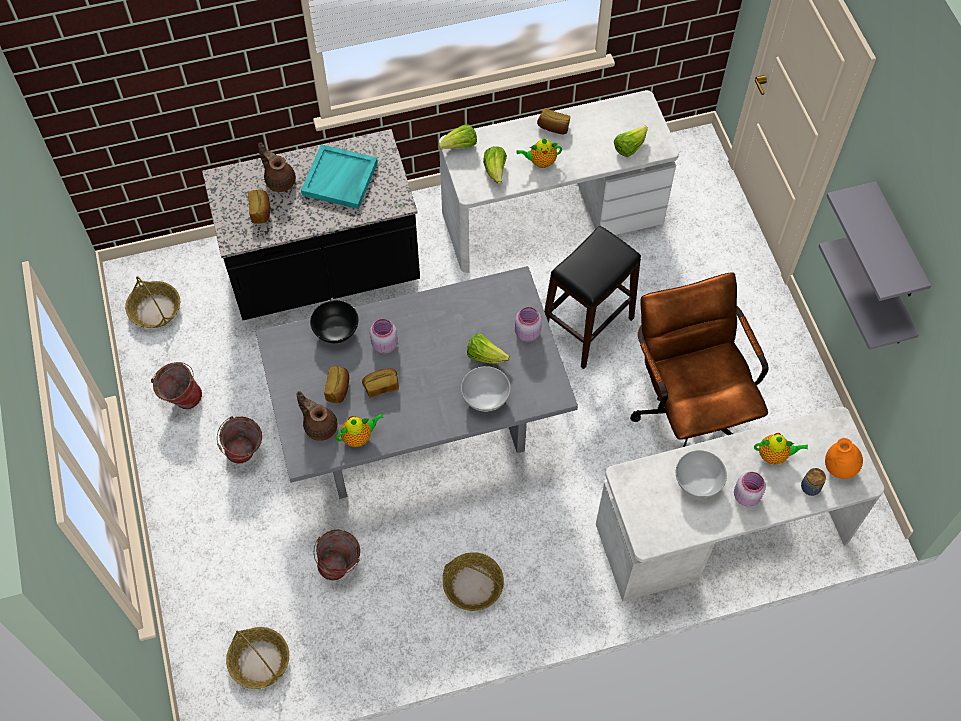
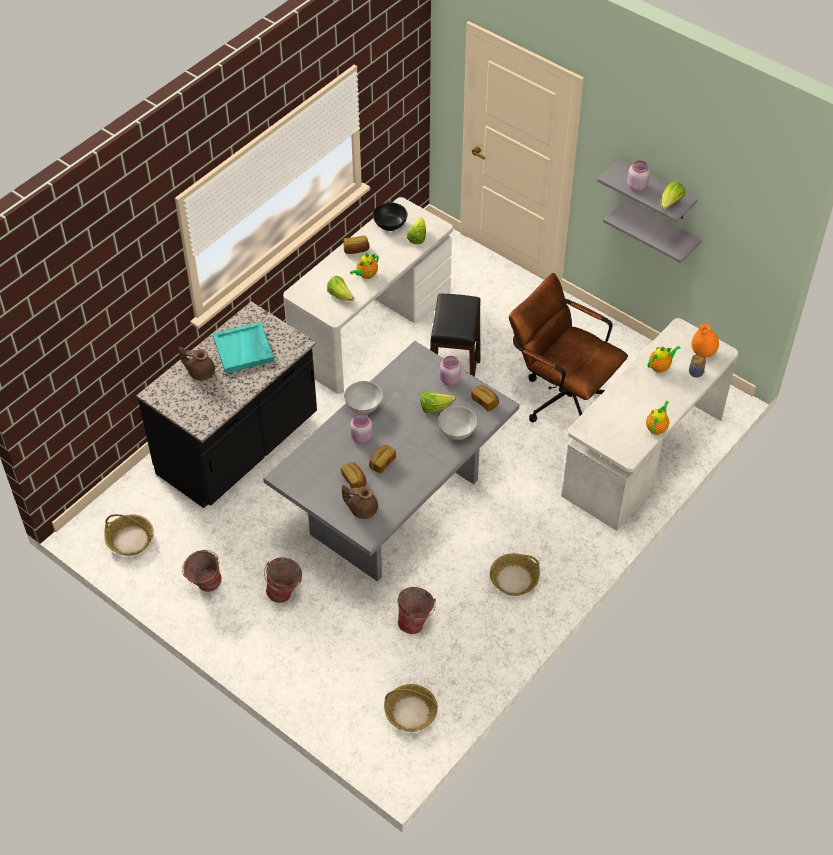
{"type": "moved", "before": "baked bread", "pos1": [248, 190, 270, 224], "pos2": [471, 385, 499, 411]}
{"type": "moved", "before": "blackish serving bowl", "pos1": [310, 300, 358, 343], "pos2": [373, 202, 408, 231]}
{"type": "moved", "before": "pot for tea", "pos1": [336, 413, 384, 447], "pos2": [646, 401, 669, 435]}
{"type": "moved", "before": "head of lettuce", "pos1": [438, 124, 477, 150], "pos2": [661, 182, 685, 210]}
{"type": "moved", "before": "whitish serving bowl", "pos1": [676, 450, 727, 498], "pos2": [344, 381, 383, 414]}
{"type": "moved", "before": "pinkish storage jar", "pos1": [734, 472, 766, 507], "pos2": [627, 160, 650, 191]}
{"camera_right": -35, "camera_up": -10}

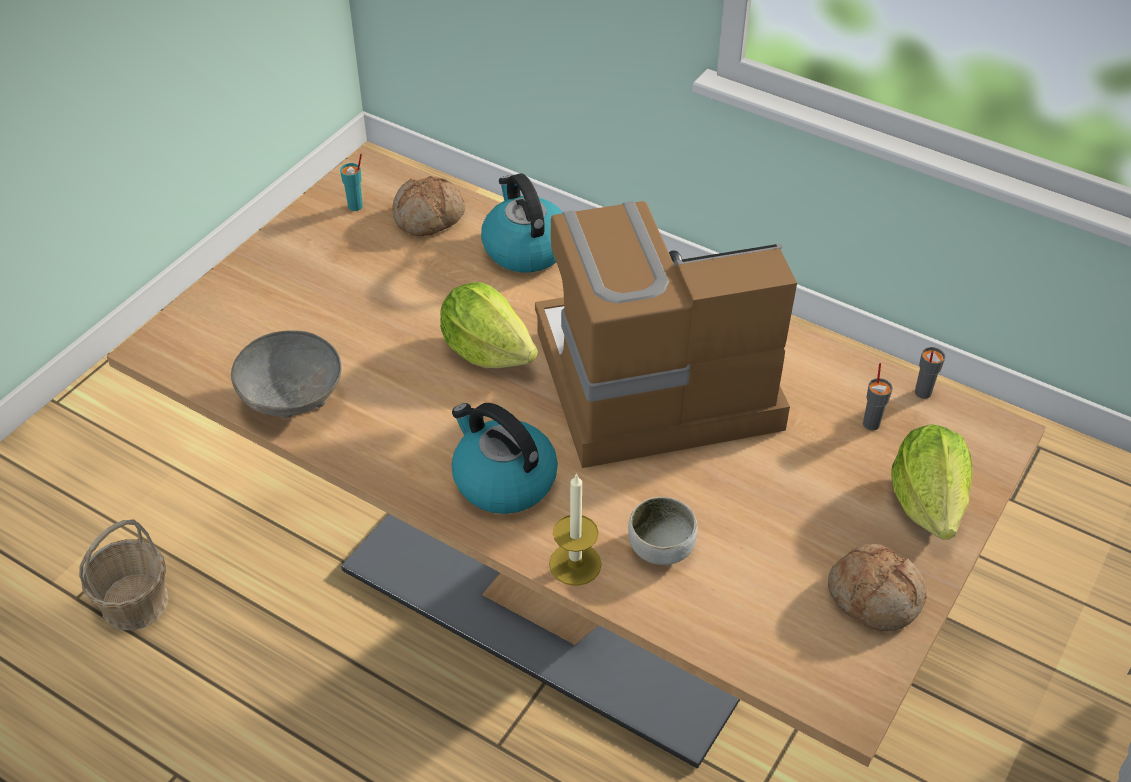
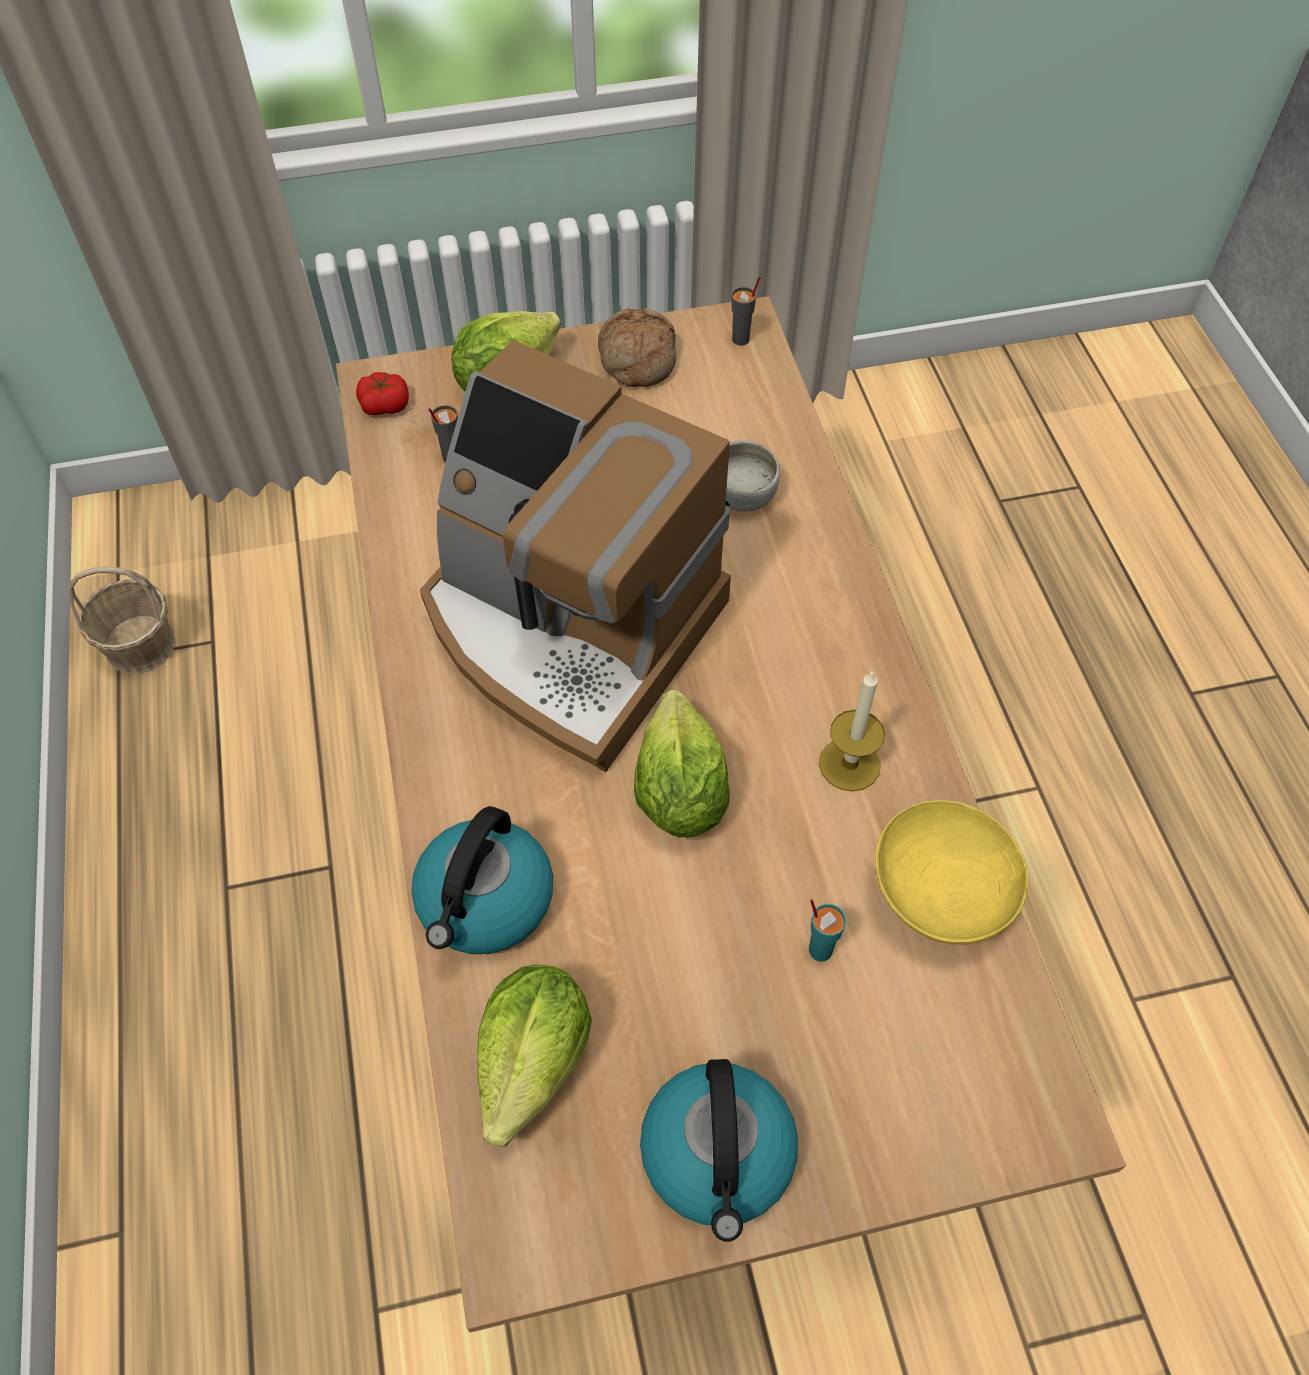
{"type": "added", "after": "tomato", "pos2": [356, 372, 409, 415]}
{"type": "moved", "before": "household basket", "pos1": [79, 519, 169, 631], "pos2": [68, 567, 175, 674]}
{"type": "moved", "before": "turquoise-coloured drinking cup", "pos1": [340, 154, 363, 211], "pos2": [809, 899, 846, 961]}
{"type": "moved", "before": "tea kettle", "pos1": [451, 403, 558, 514], "pos2": [640, 1059, 798, 1242]}
{"type": "moved", "before": "wax light", "pos1": [549, 473, 602, 586], "pos2": [819, 670, 885, 792]}
{"type": "moved", "before": "grey drinking cup", "pos1": [915, 347, 946, 399], "pos2": [731, 276, 761, 346]}
{"type": "replaced", "before": "baked bread", "after": "head of lettuce", "pos1": [392, 176, 465, 236], "pos2": [477, 965, 592, 1147]}
{"type": "recoloured", "before": "grey serving bowl", "after": "yellow serving bowl", "pos1": [231, 330, 342, 418], "pos2": [875, 800, 1029, 944]}
{"camera_right": -135, "camera_up": 10}

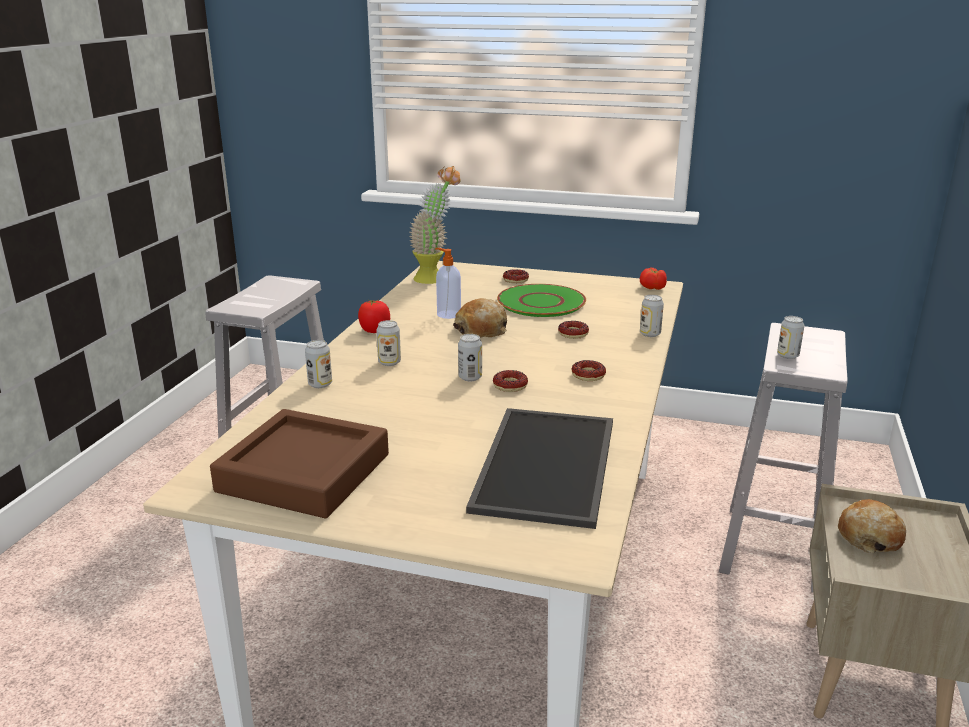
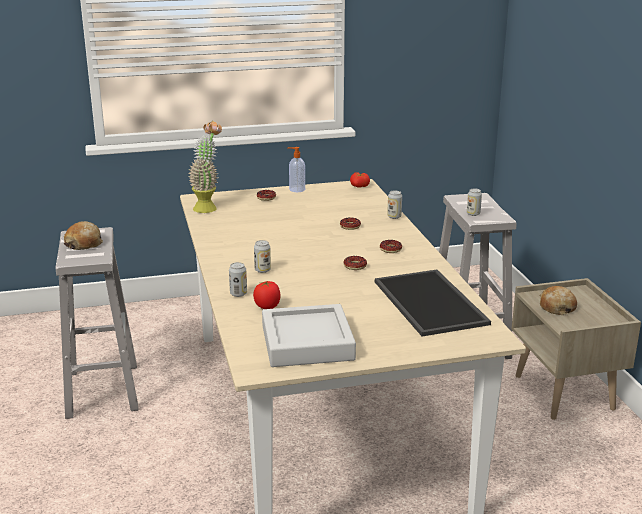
{"type": "removed", "before": "sealed can", "pos1": [458, 334, 482, 381]}
{"type": "removed", "before": "green dinner plate", "pos1": [497, 284, 586, 317]}
{"type": "moved", "before": "tomato", "pos1": [358, 300, 390, 333], "pos2": [253, 280, 281, 309]}
{"type": "moved", "before": "soap bottle", "pos1": [435, 248, 461, 319], "pos2": [287, 147, 305, 192]}
{"type": "moved", "before": "baked bread", "pos1": [453, 298, 507, 338], "pos2": [64, 221, 103, 250]}
{"type": "recoloured", "before": "brownish carrying tray", "after": "grey carrying tray", "pos1": [210, 409, 389, 518], "pos2": [262, 304, 356, 367]}
{"camera_right": -30, "camera_up": 0}

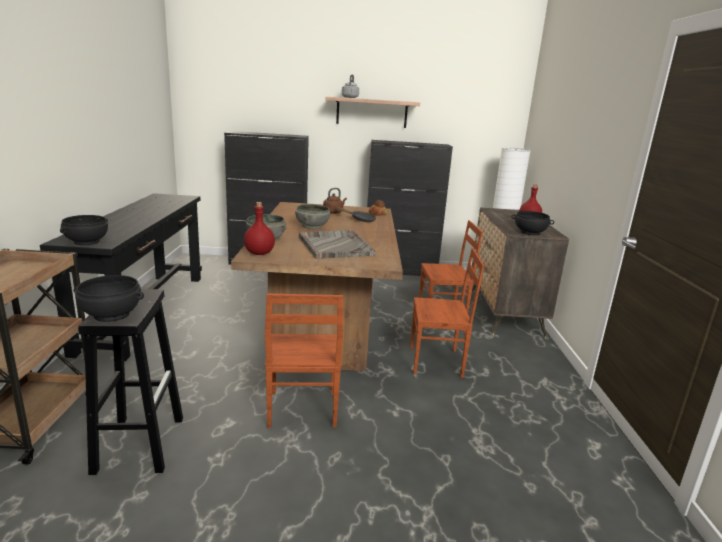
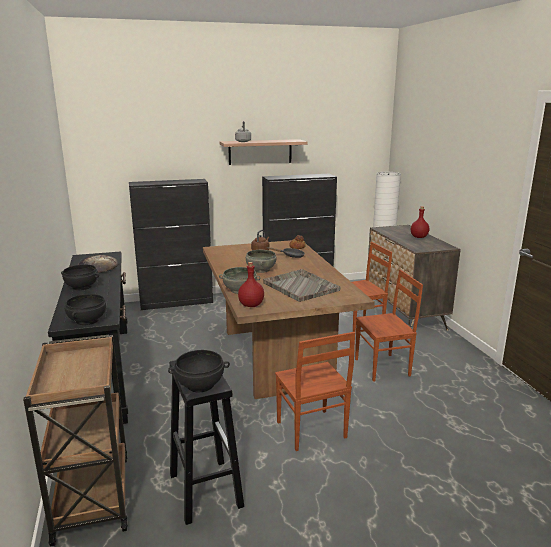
{"type": "added", "after": "baked bread", "pos2": [78, 255, 118, 273]}
{"type": "moved", "before": "blackish serving bowl", "pos1": [511, 211, 554, 235], "pos2": [61, 265, 99, 290]}
{"camera_right": -15, "camera_up": 0}

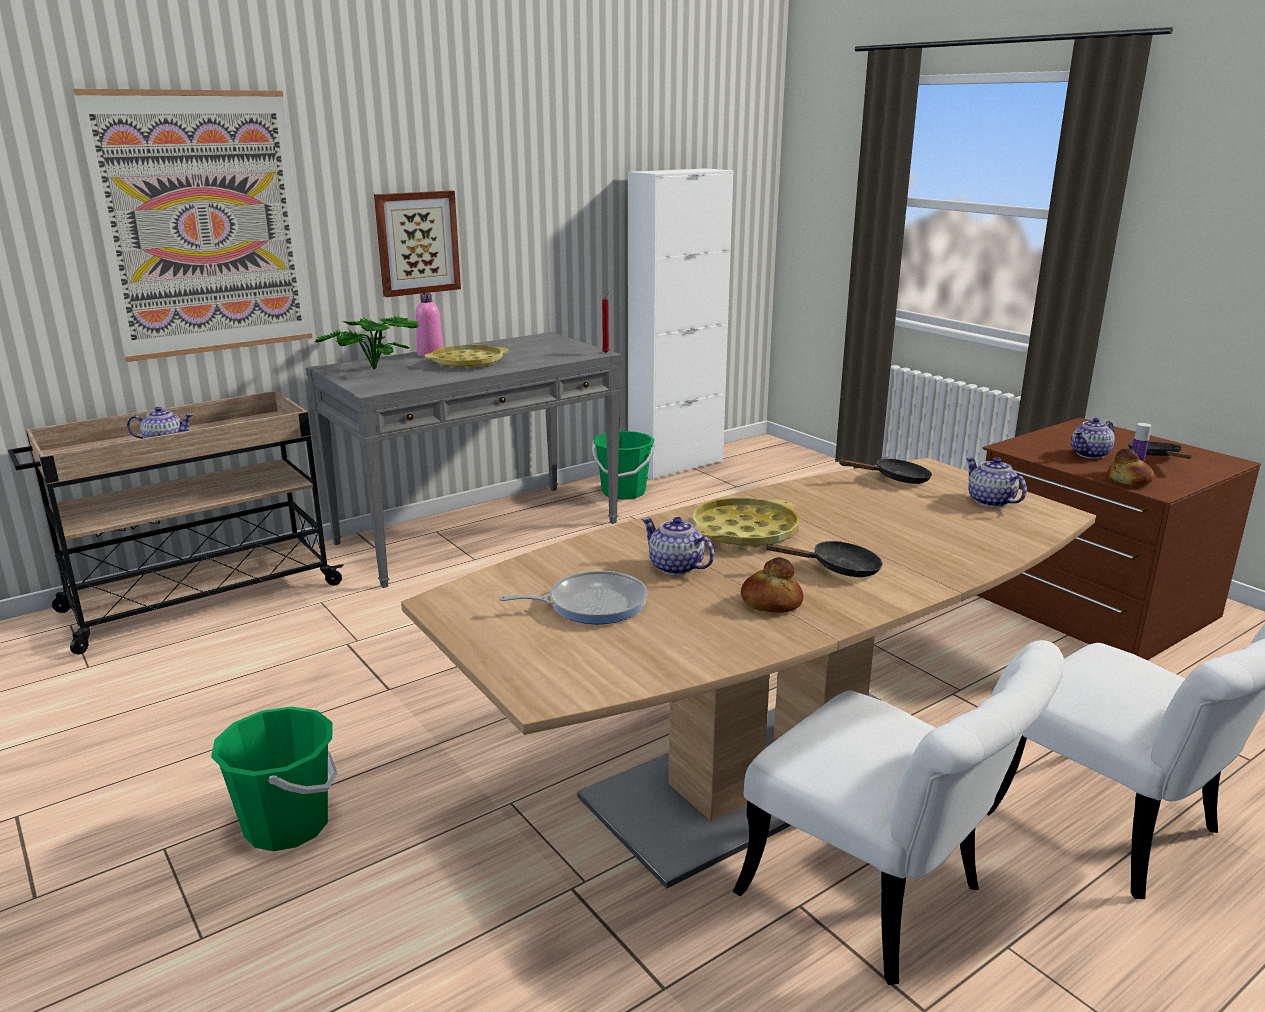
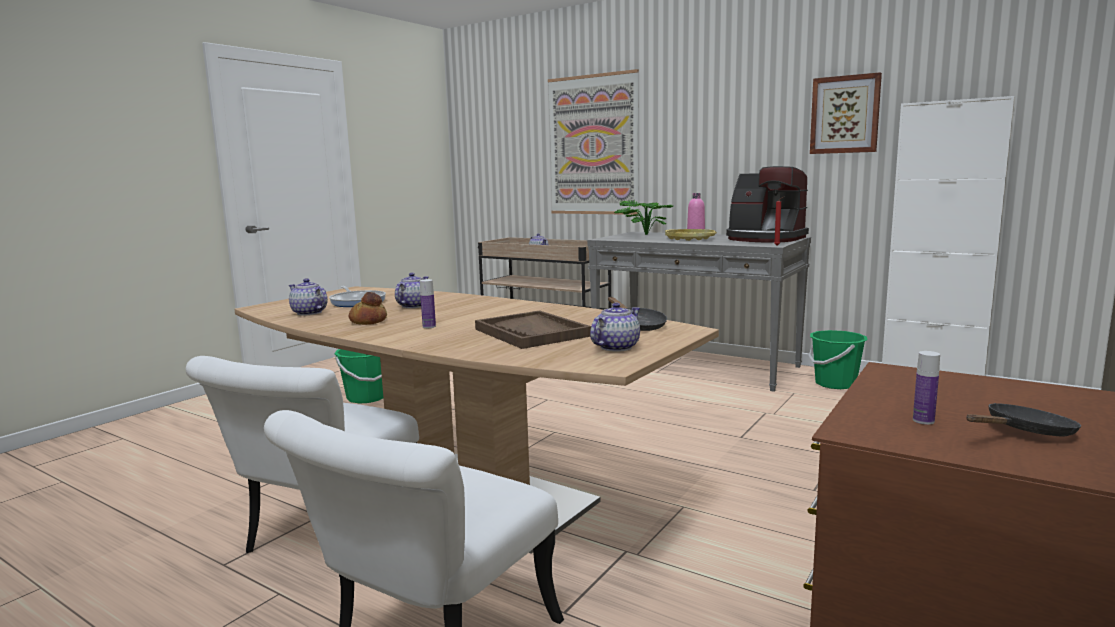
{"type": "removed", "before": "yellow carrying tray", "pos1": [692, 498, 799, 548]}
{"type": "removed", "before": "baked bread", "pos1": [1107, 448, 1154, 485]}
{"type": "added", "after": "brownish carrying tray", "pos2": [475, 310, 591, 349]}
{"type": "added", "after": "coffee machine", "pos2": [726, 166, 809, 243]}
{"type": "moved", "before": "picture", "pos1": [374, 190, 461, 297], "pos2": [810, 72, 882, 154]}
{"type": "moved", "before": "pot for tea", "pos1": [1071, 418, 1115, 459], "pos2": [289, 278, 328, 316]}
{"type": "replaced", "before": "blackish frying pan", "after": "drink bottle", "pos1": [764, 541, 883, 577], "pos2": [420, 279, 436, 328]}
{"camera_right": 70, "camera_up": -10}

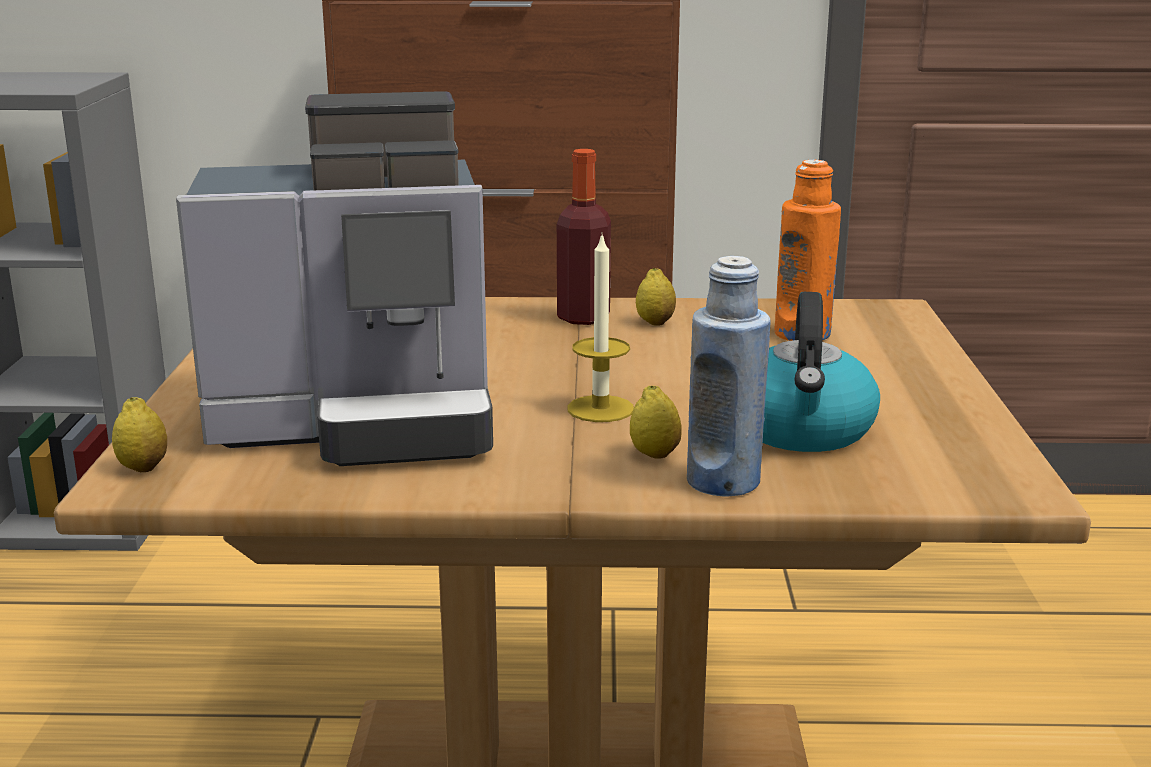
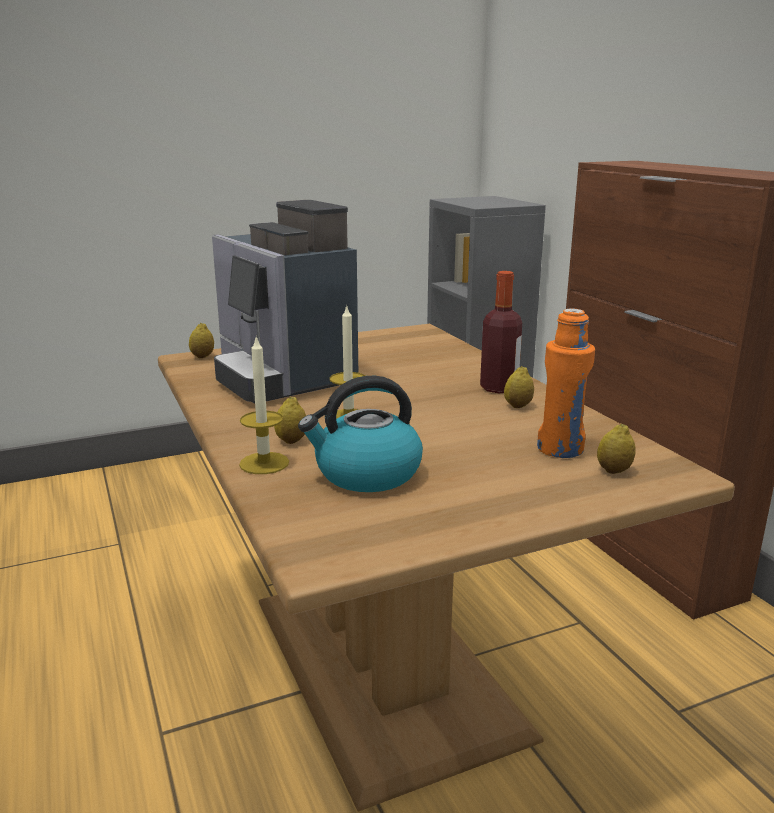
{"type": "added", "after": "lemon", "pos2": [597, 423, 636, 474]}
{"type": "replaced", "before": "bluish drink bottle", "after": "wax light", "pos1": [687, 256, 770, 497], "pos2": [239, 335, 289, 474]}
{"camera_right": 65, "camera_up": 0}

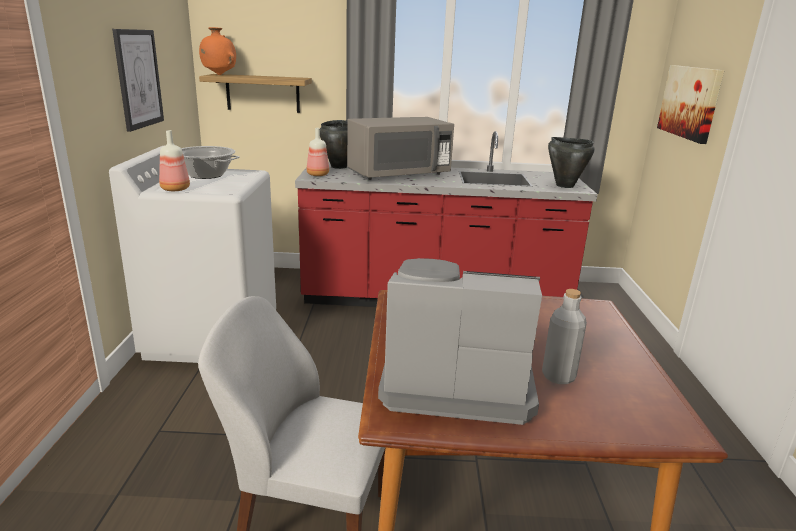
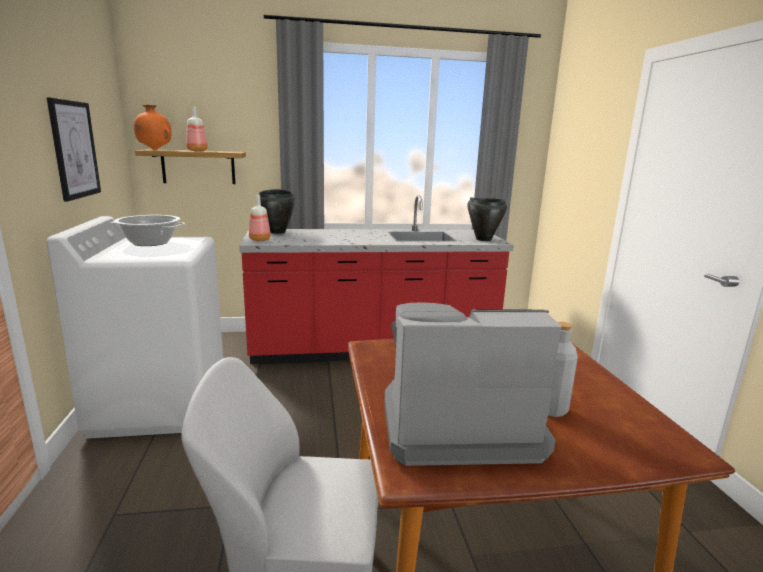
{"type": "removed", "before": "grey microwave oven", "pos1": [347, 117, 454, 180]}
{"type": "removed", "before": "picture", "pos1": [657, 65, 724, 144]}
{"type": "moved", "before": "drink bottle", "pos1": [159, 130, 190, 191], "pos2": [186, 107, 208, 151]}
{"camera_right": -10, "camera_up": -5}

